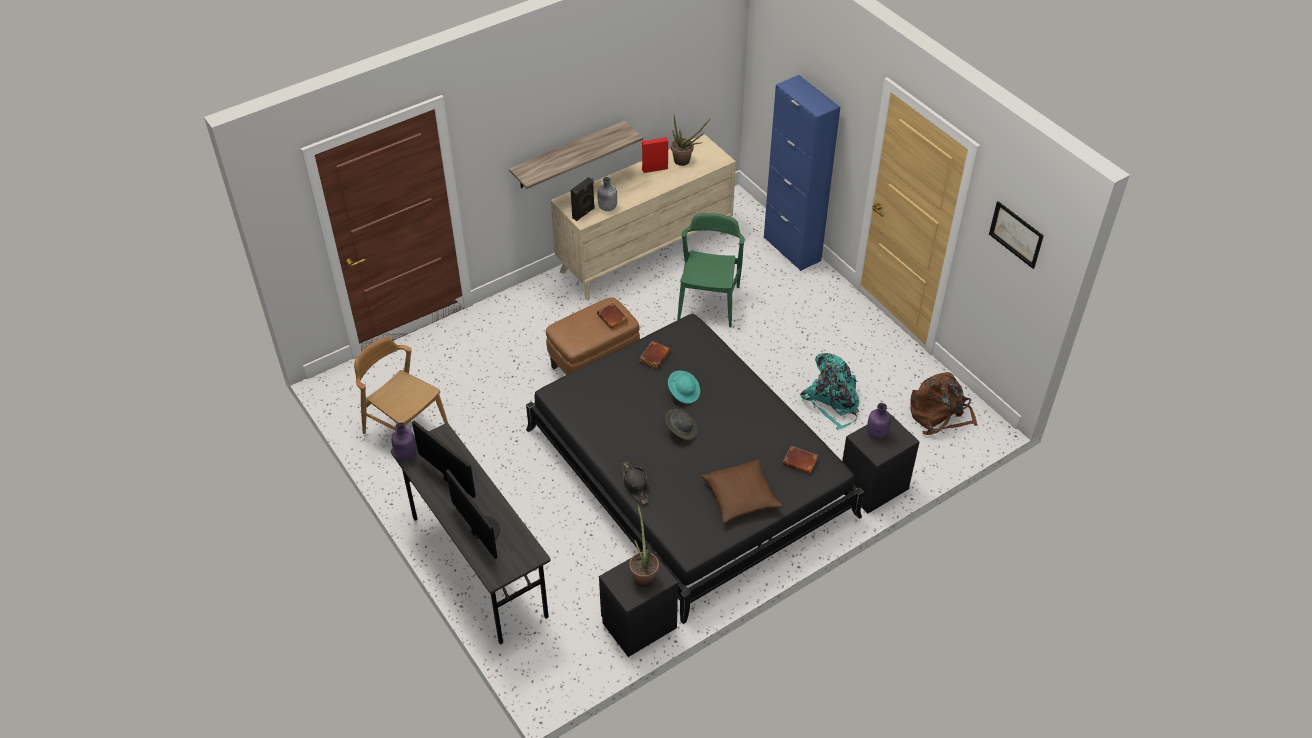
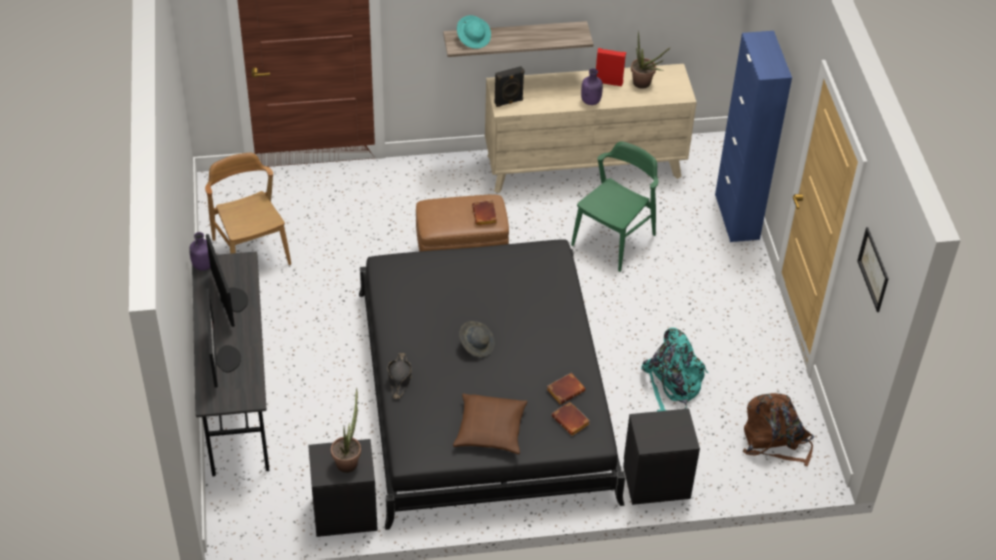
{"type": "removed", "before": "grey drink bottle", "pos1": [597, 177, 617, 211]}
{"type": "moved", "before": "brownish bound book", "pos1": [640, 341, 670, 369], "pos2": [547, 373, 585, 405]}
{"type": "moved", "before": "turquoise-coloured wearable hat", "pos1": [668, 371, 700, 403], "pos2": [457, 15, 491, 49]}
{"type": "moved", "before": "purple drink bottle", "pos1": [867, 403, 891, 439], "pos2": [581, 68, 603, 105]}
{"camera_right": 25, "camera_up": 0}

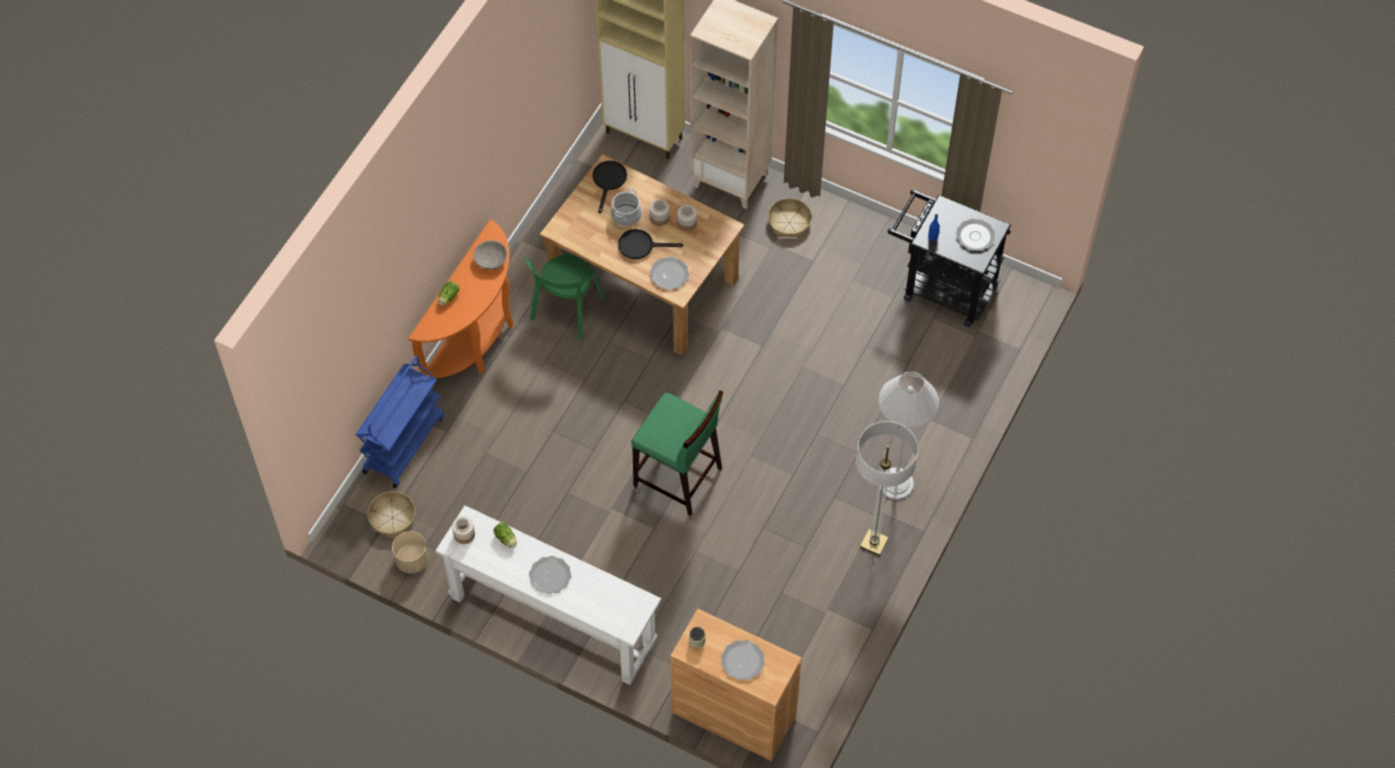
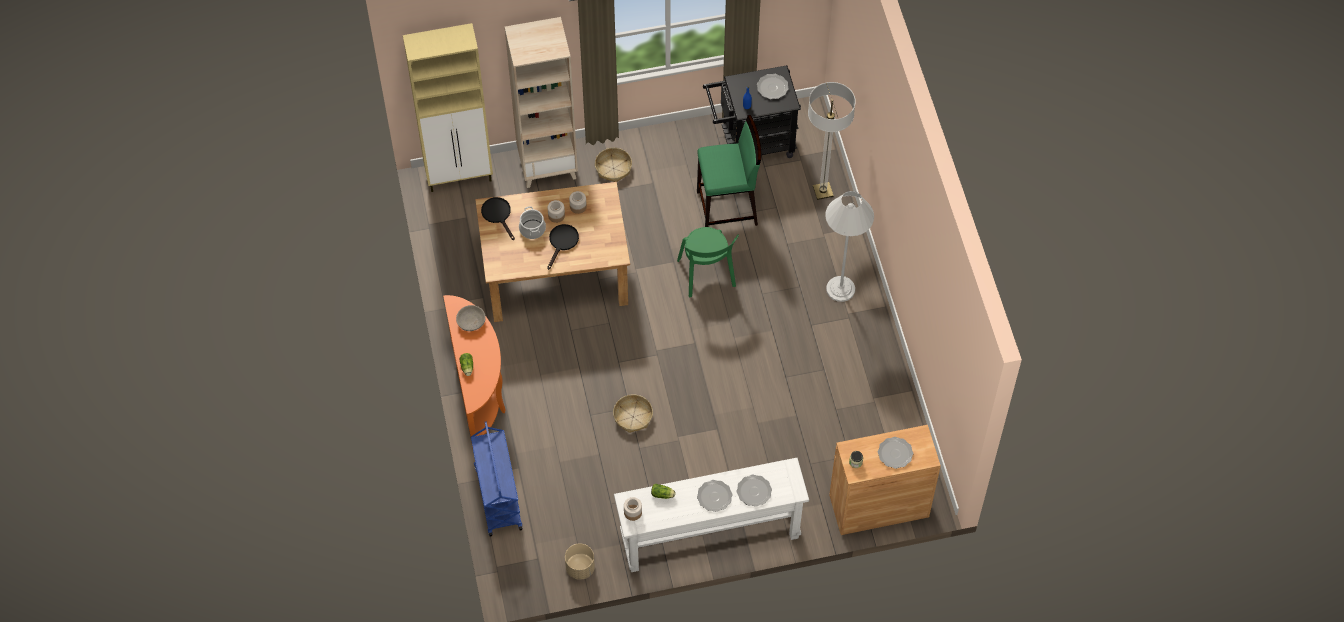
{"type": "moved", "before": "household basket", "pos1": [367, 491, 415, 537], "pos2": [613, 394, 653, 433]}
{"type": "moved", "before": "green plain chair", "pos1": [525, 254, 605, 339], "pos2": [677, 227, 739, 297]}
{"type": "moved", "before": "green stool seat", "pos1": [631, 390, 723, 516], "pos2": [697, 115, 761, 227]}
{"type": "moved", "before": "dinner plate", "pos1": [650, 257, 689, 290], "pos2": [737, 475, 772, 507]}
{"type": "moved", "before": "floor lamp", "pos1": [856, 421, 918, 556], "pos2": [808, 82, 856, 200]}
{"type": "turned", "before": "blackish frying pan", "pos1": [618, 229, 683, 259], "pos2": [547, 224, 579, 270], "turn": 150}
{"camera_right": -40, "camera_up": 0}

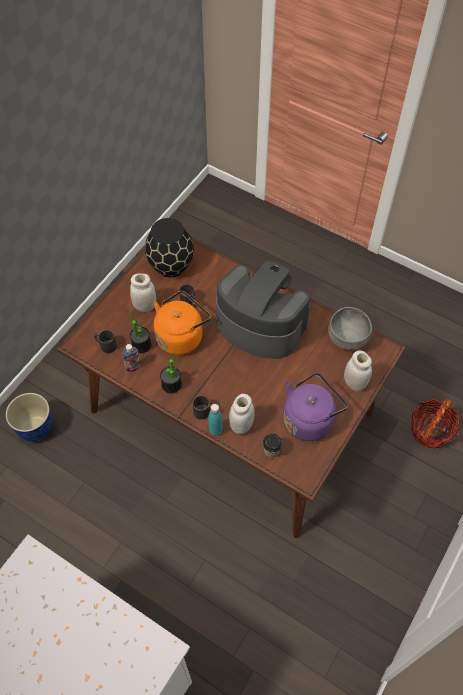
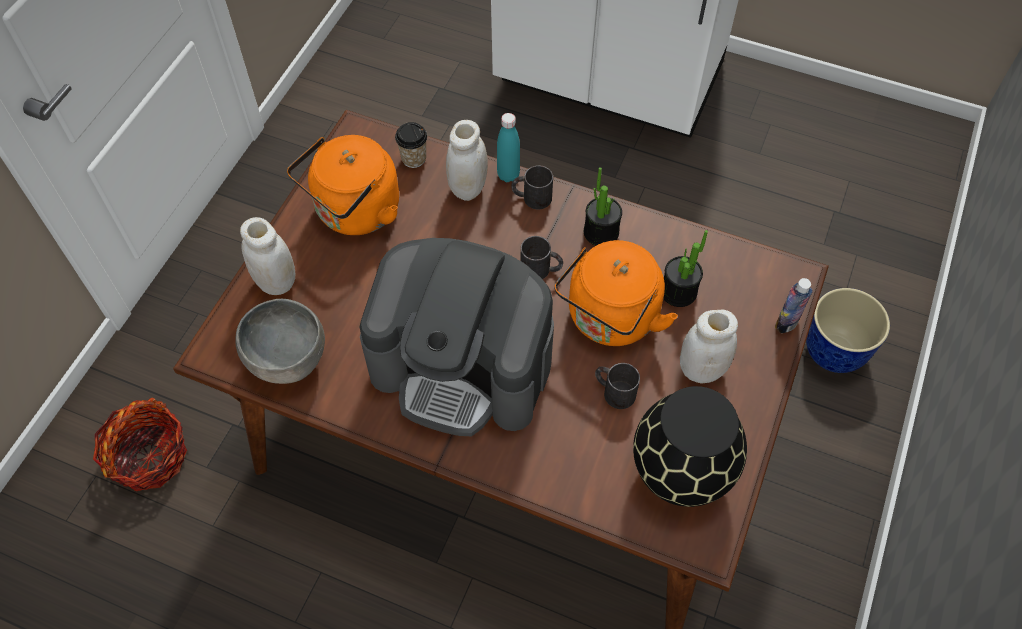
{"type": "moved", "before": "blackish tea mug", "pos1": [94, 330, 117, 353], "pos2": [521, 236, 563, 279]}
{"type": "moved", "before": "drink bottle", "pos1": [123, 344, 141, 372], "pos2": [775, 278, 813, 333]}
{"type": "recoloured", "before": "purple tea kettle", "after": "orange tea kettle", "pos1": [283, 373, 348, 441], "pos2": [287, 135, 399, 235]}
{"camera_right": 170, "camera_up": 0}

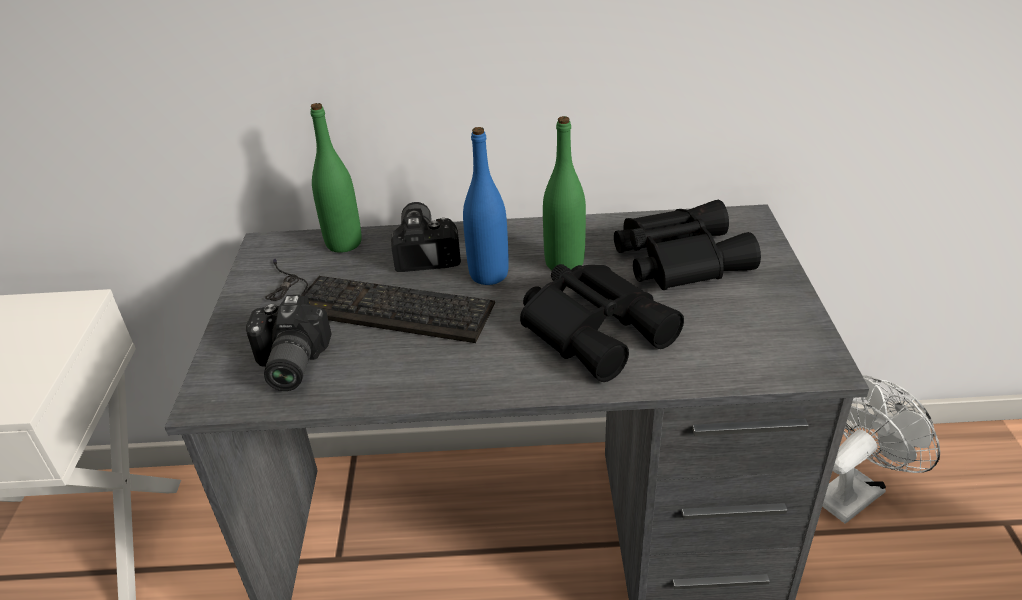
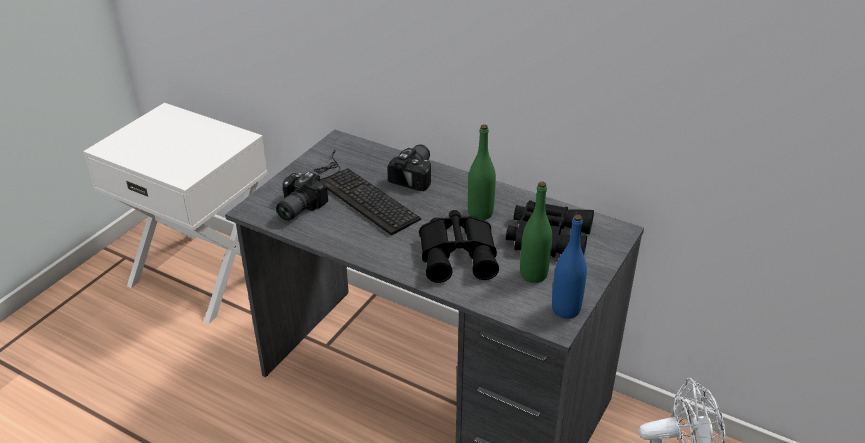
{"type": "moved", "before": "green drink bottle", "pos1": [310, 103, 362, 253], "pos2": [520, 182, 552, 283]}
{"type": "moved", "before": "bluish drink bottle", "pos1": [463, 127, 509, 285], "pos2": [552, 214, 587, 319]}
{"camera_right": 30, "camera_up": 0}

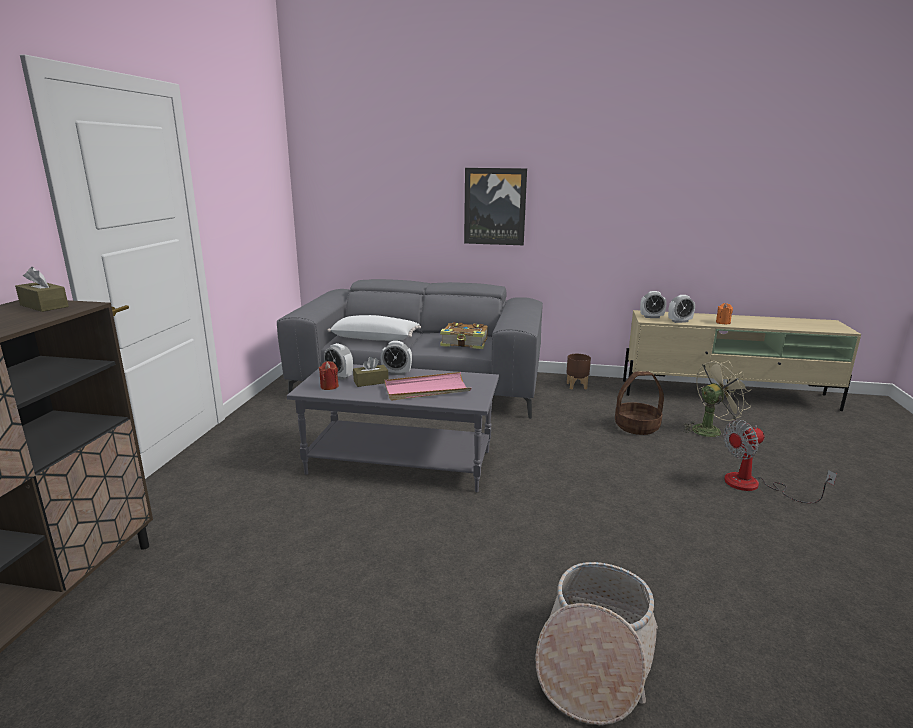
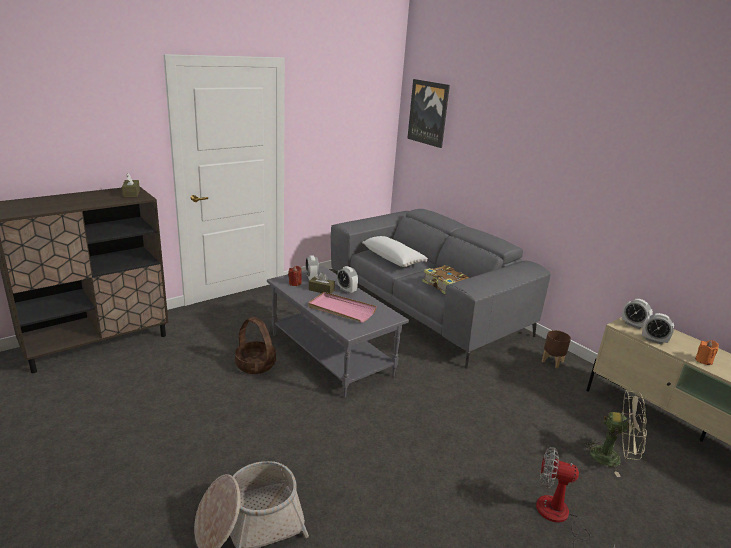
{"type": "moved", "before": "picture", "pos1": [464, 168, 527, 245], "pos2": [407, 79, 450, 148]}
{"type": "moved", "before": "household basket", "pos1": [615, 371, 664, 435], "pos2": [235, 317, 276, 374]}
{"camera_right": 40, "camera_up": 5}

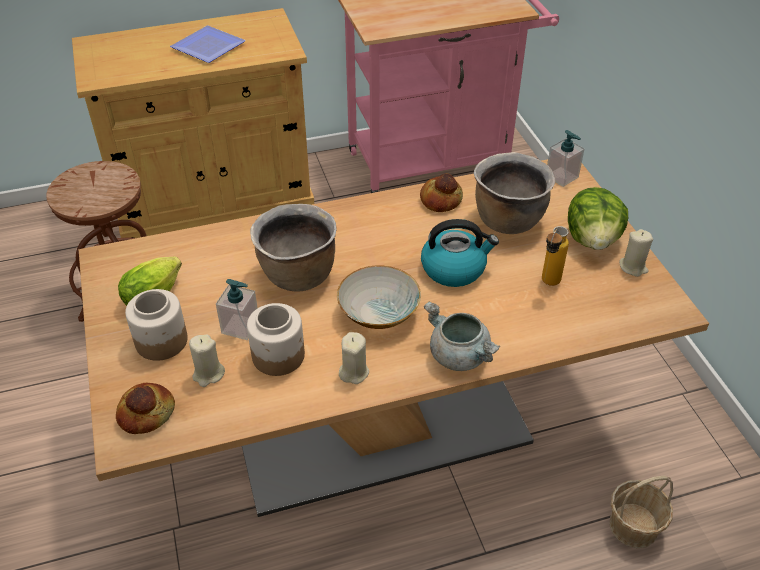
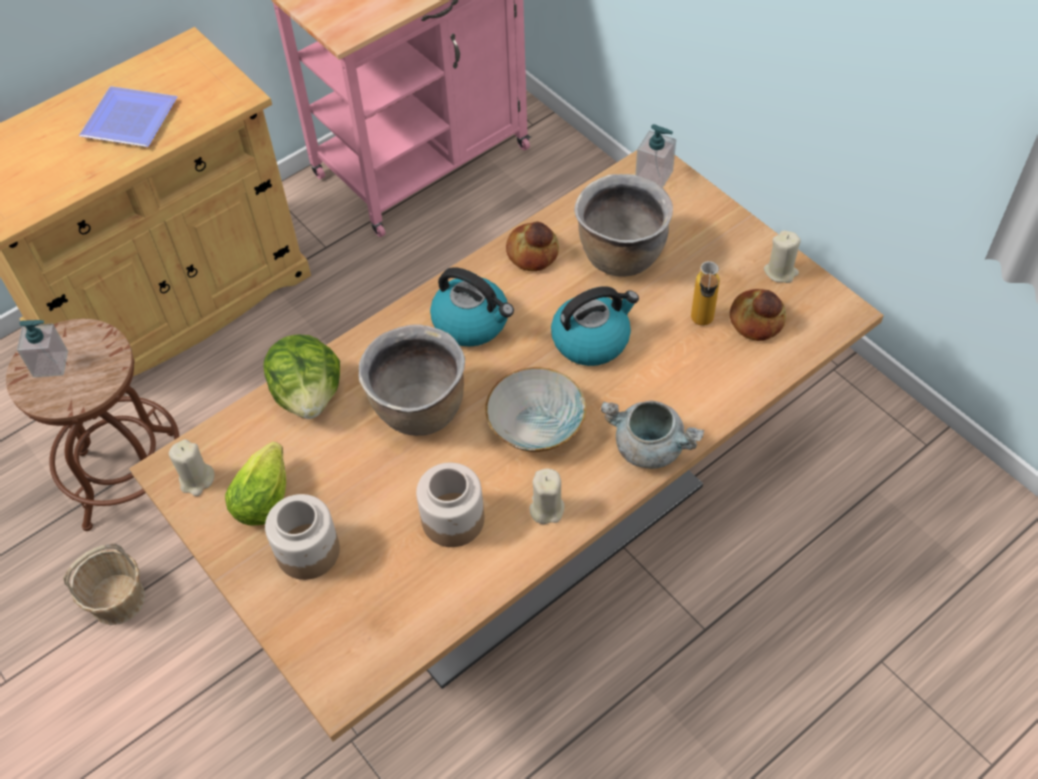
{"type": "added", "after": "tea kettle", "pos2": [430, 267, 514, 347]}
{"type": "moved", "before": "baked bread", "pos1": [116, 383, 175, 434], "pos2": [730, 289, 786, 341]}
{"type": "moved", "before": "sand-coloured wax light", "pos1": [189, 334, 225, 387], "pos2": [169, 439, 215, 496]}
{"type": "moved", "before": "soap bottle", "pos1": [216, 279, 258, 340], "pos2": [17, 320, 68, 377]}
{"type": "moved", "before": "head of lettuce", "pos1": [568, 187, 628, 250], "pos2": [264, 335, 340, 419]}
{"type": "moved", "before": "household basket", "pos1": [609, 476, 673, 548], "pos2": [63, 543, 145, 625]}
{"camera_right": -20, "camera_up": 10}

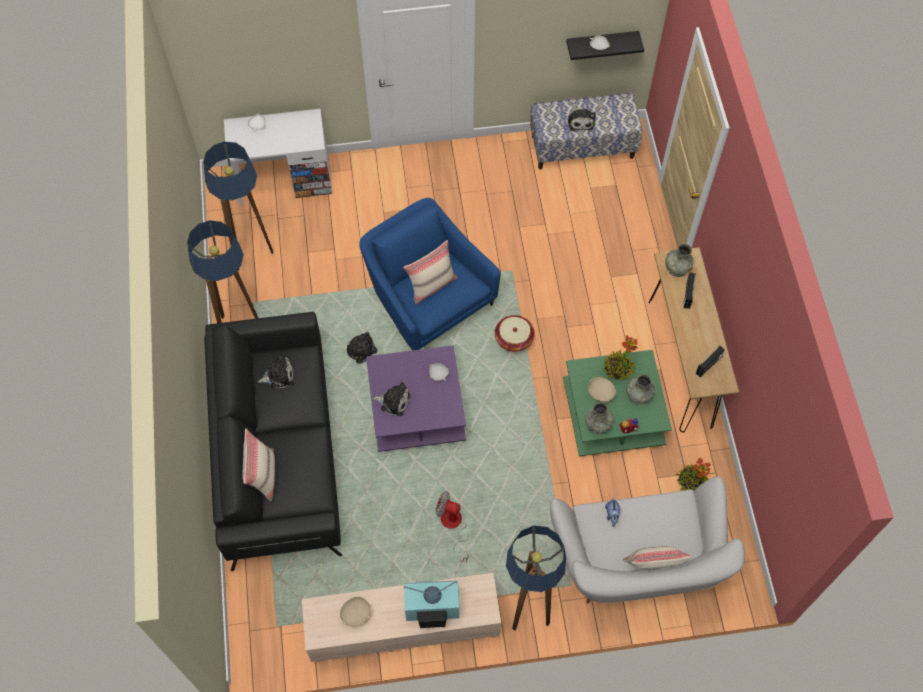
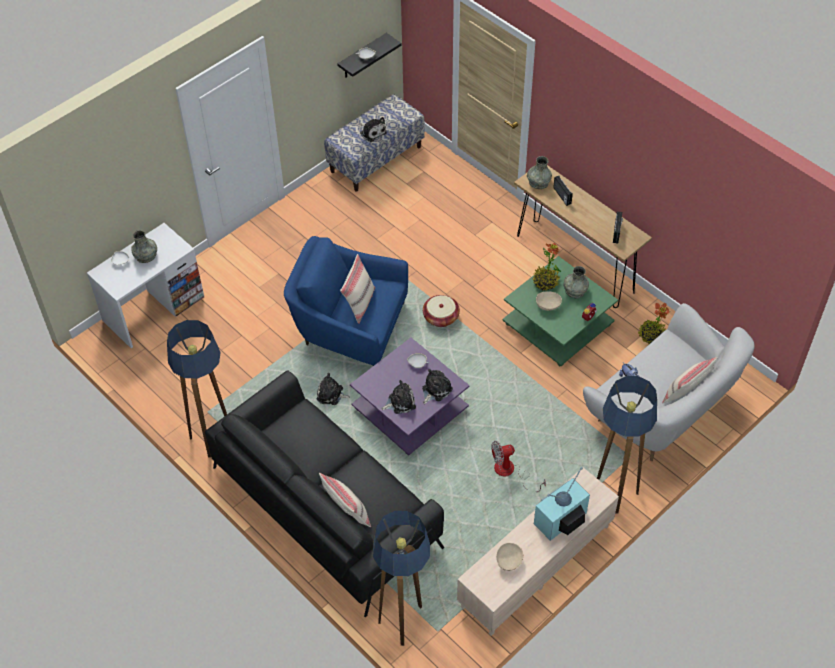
{"type": "moved", "before": "floor lamp", "pos1": [203, 142, 273, 270], "pos2": [373, 511, 430, 646]}
{"type": "moved", "before": "plush toy", "pos1": [258, 354, 294, 389], "pos2": [422, 369, 453, 404]}
{"type": "moved", "before": "grey decorative vase", "pos1": [585, 402, 614, 434], "pos2": [131, 230, 157, 263]}
{"camera_right": -35, "camera_up": -10}

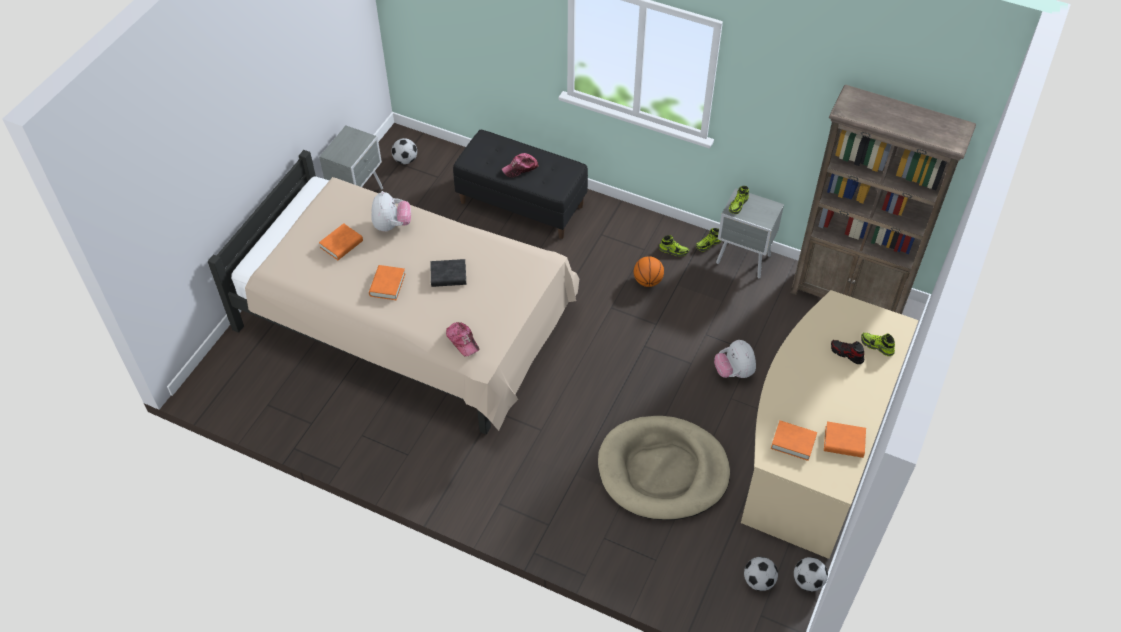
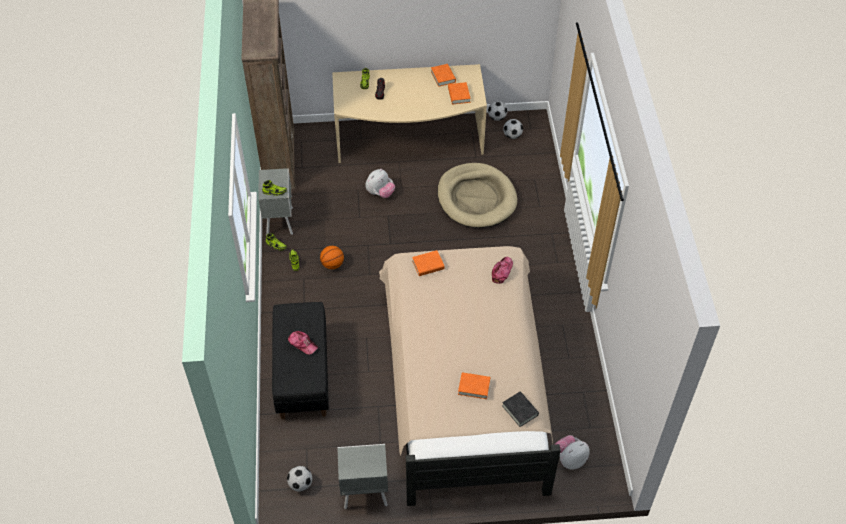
{"type": "moved", "before": "orange bound book", "pos1": [369, 265, 405, 300], "pos2": [412, 250, 445, 276]}
{"type": "moved", "before": "plush toy", "pos1": [371, 191, 411, 232], "pos2": [555, 435, 590, 470]}
{"type": "moved", "before": "blackish bound book", "pos1": [430, 259, 466, 287], "pos2": [502, 391, 539, 427]}
{"camera_right": -120, "camera_up": 0}

